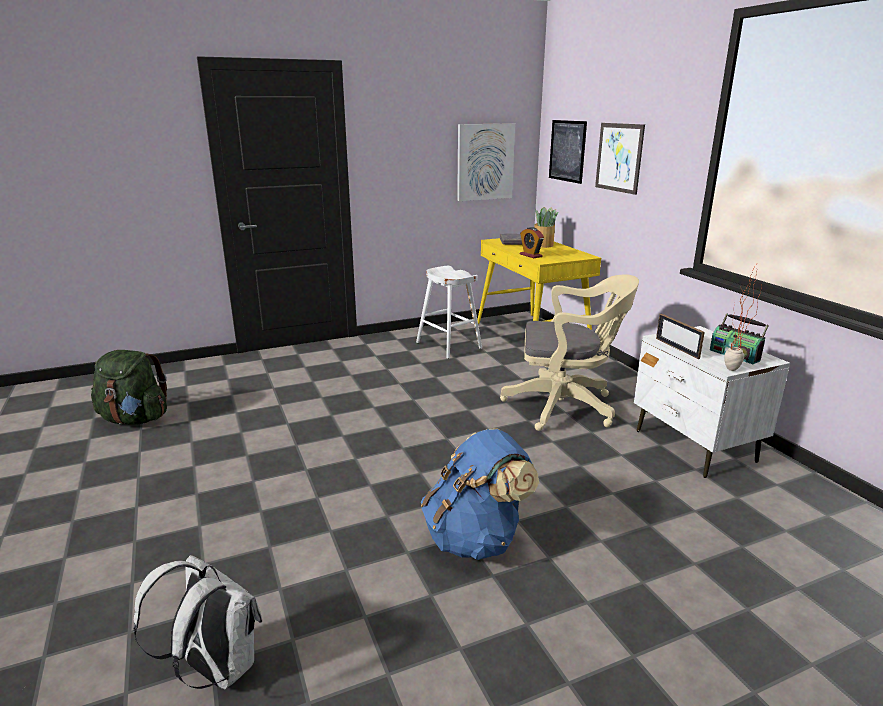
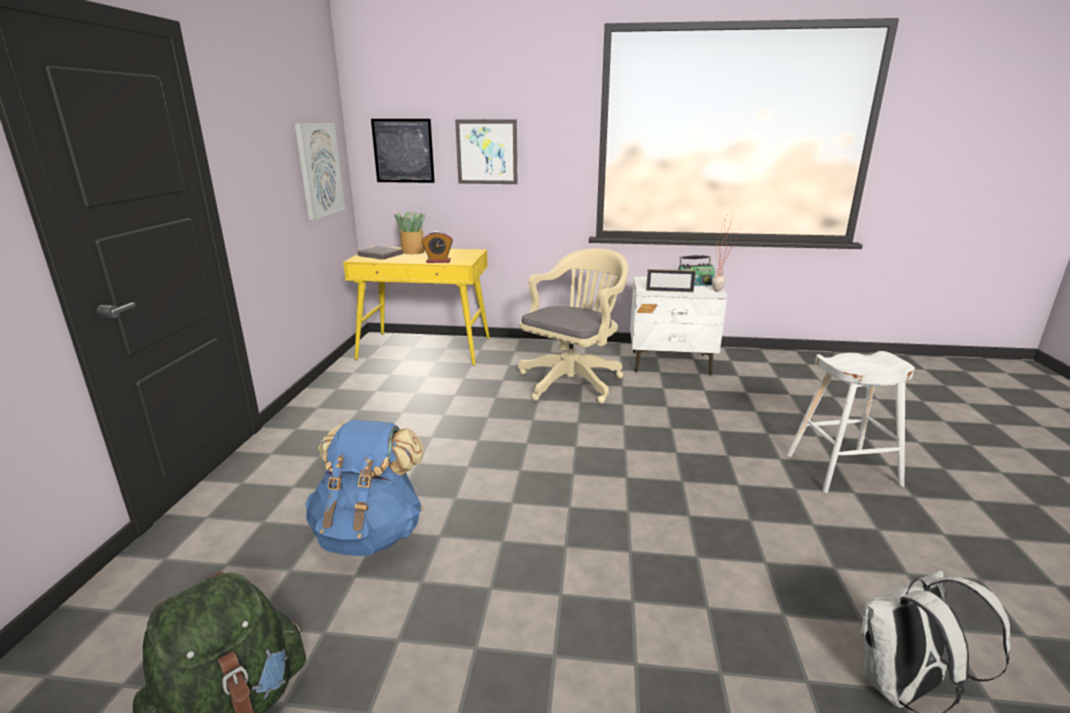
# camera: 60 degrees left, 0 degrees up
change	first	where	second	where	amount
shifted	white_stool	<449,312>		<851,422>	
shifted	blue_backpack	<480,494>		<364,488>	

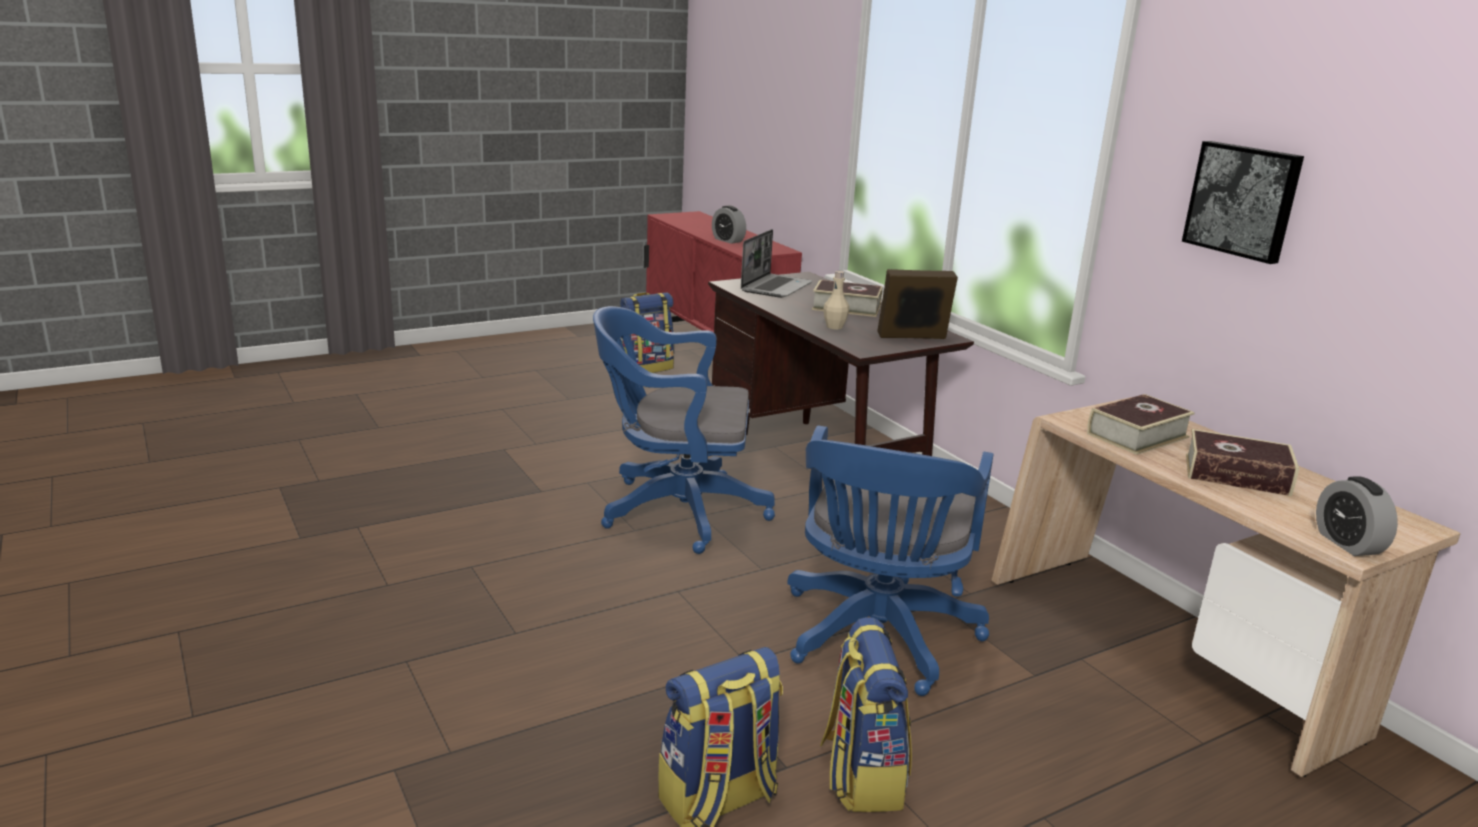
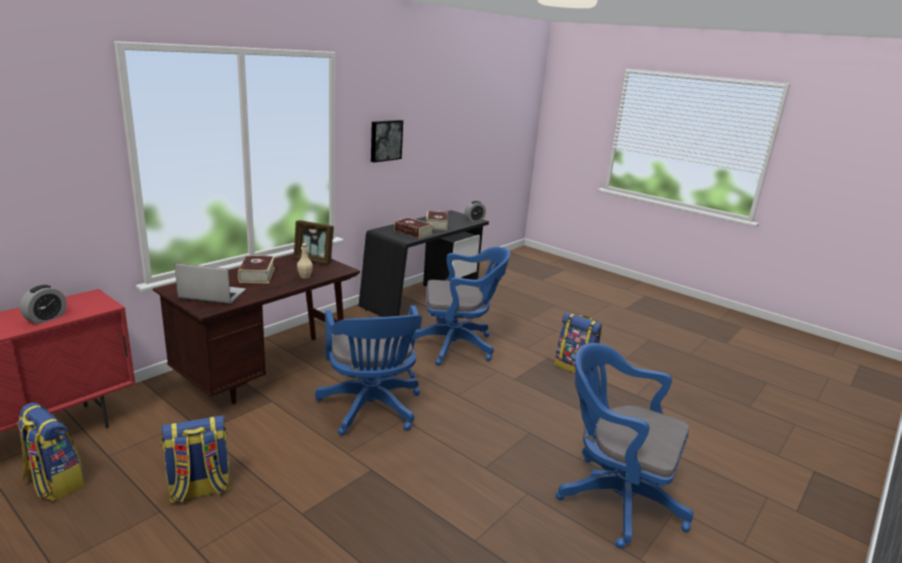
# camera: 110 degrees left, 0 degrees up
change	first	where	second	where	amount
new			blue_office_chair	<624,446>	
shifted	backpack	<866,714>		<196,459>	
repainted	beige_desk	<1226,587>	black_desk	<423,263>	
rotated	picture_frame	<917,304>		<313,242>	45 degrees counterclockwise

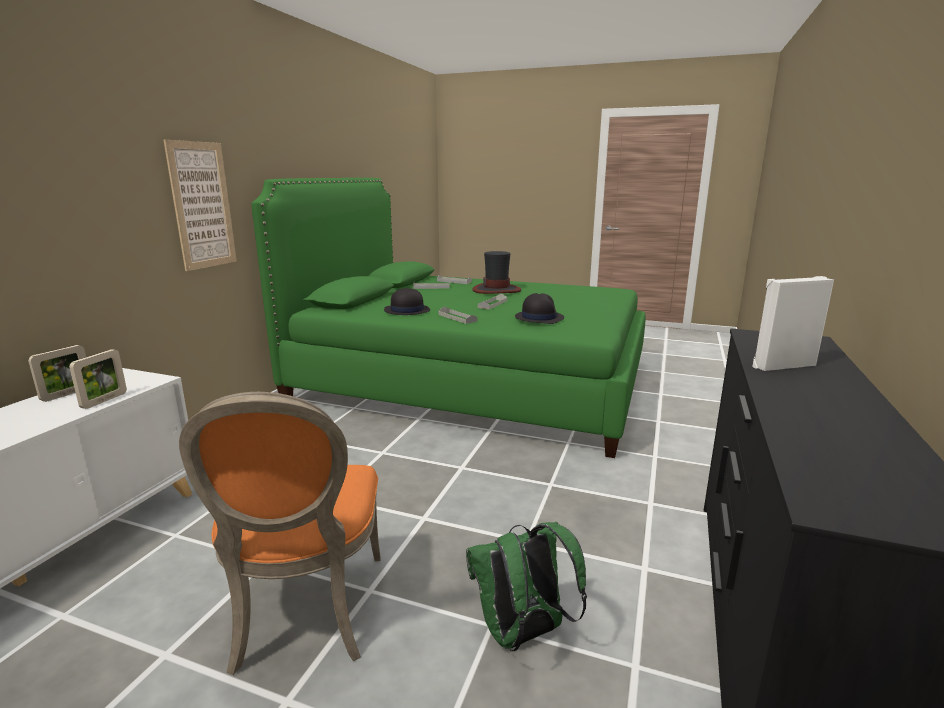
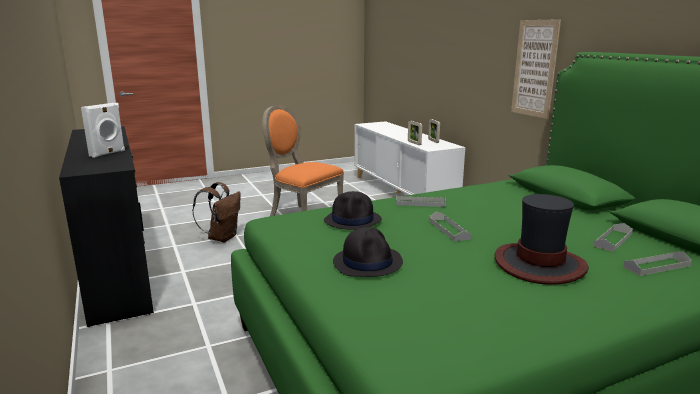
# camera: 135 degrees right, 0 degrees up
change	first	where	second	where	amount
shifted	black_hat	<407,301>		<368,252>	
repainted	green_backpack	<526,586>	brown_backpack	<216,212>	

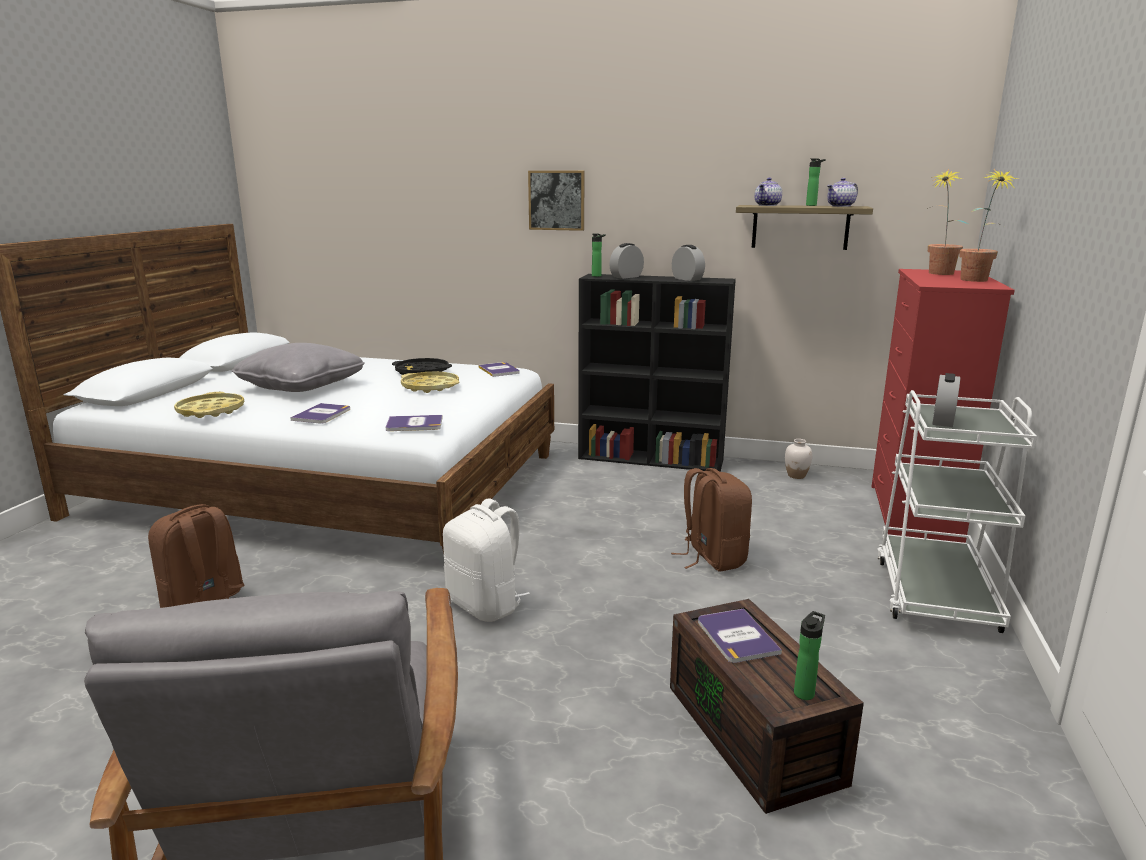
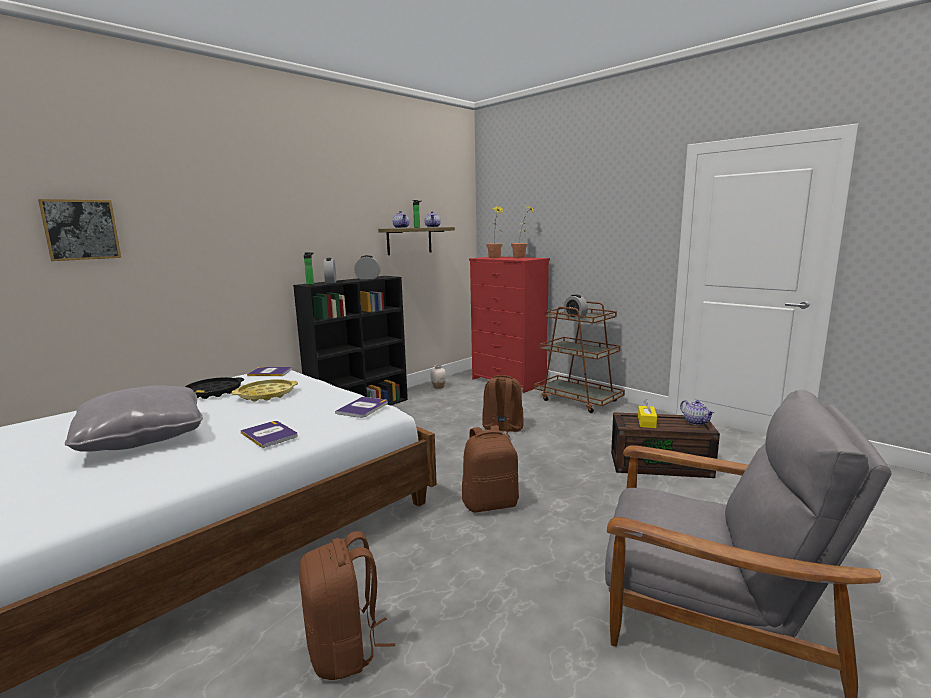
# camera: 60 degrees left, 5 degrees down
change	first	where	second	where	amount
gone	yellow_tray	<209,405>			
shifted	picture	<556,201>		<79,230>	
swapped	book	<740,635>	yellow_tissue_box	<647,413>	
swapped	bottle	<809,655>	teapot	<697,412>	
repainted	white_backpack	<486,560>	brown_backpack	<490,469>	
repainted	white_cart	<957,511>	brown_cart	<579,357>	

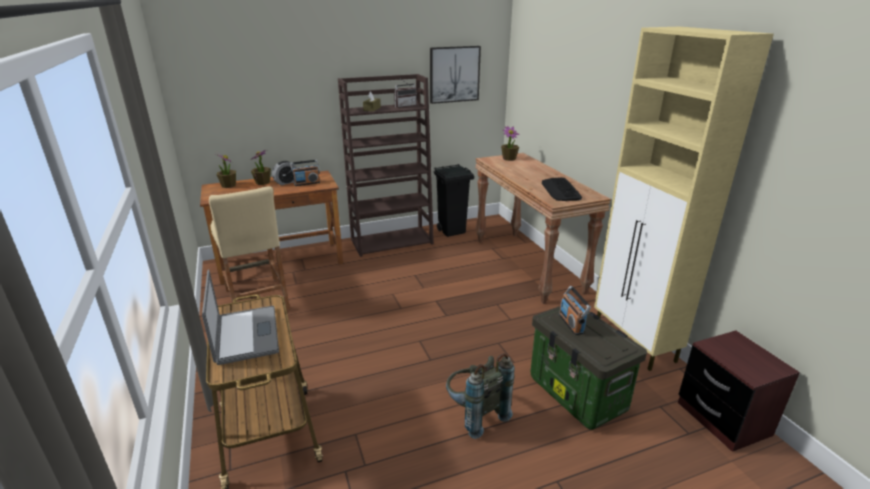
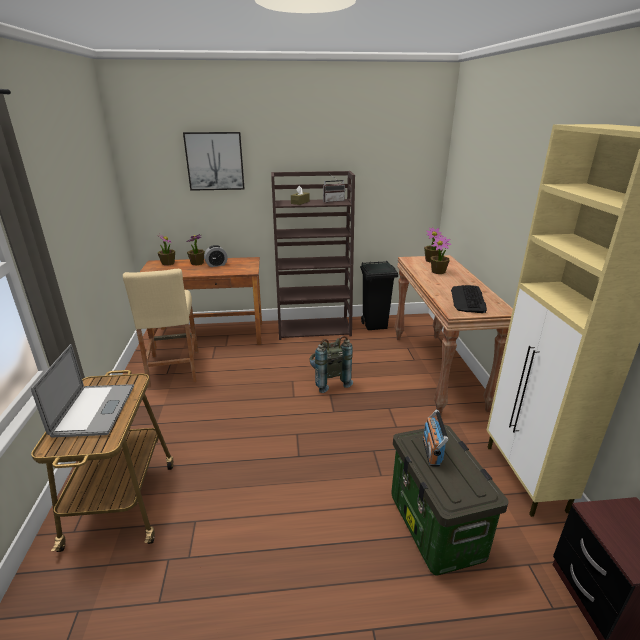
# camera: 15 degrees right, 0 degrees up
change	first	where	second	where	amount
gone	radio	<305,173>			
new			potted_plant	<441,255>	
shifted	picture	<455,75>		<214,161>	
shifted	grey_backpack	<480,396>		<331,364>	

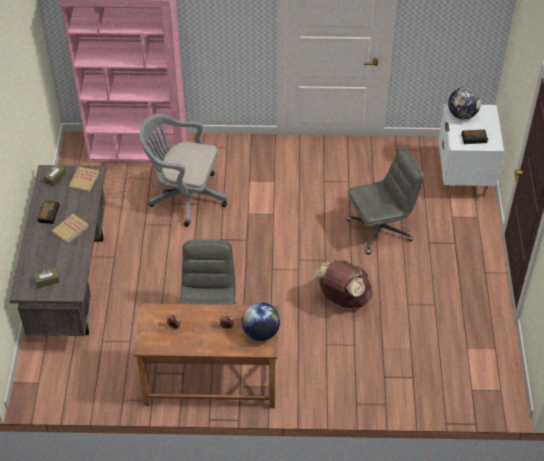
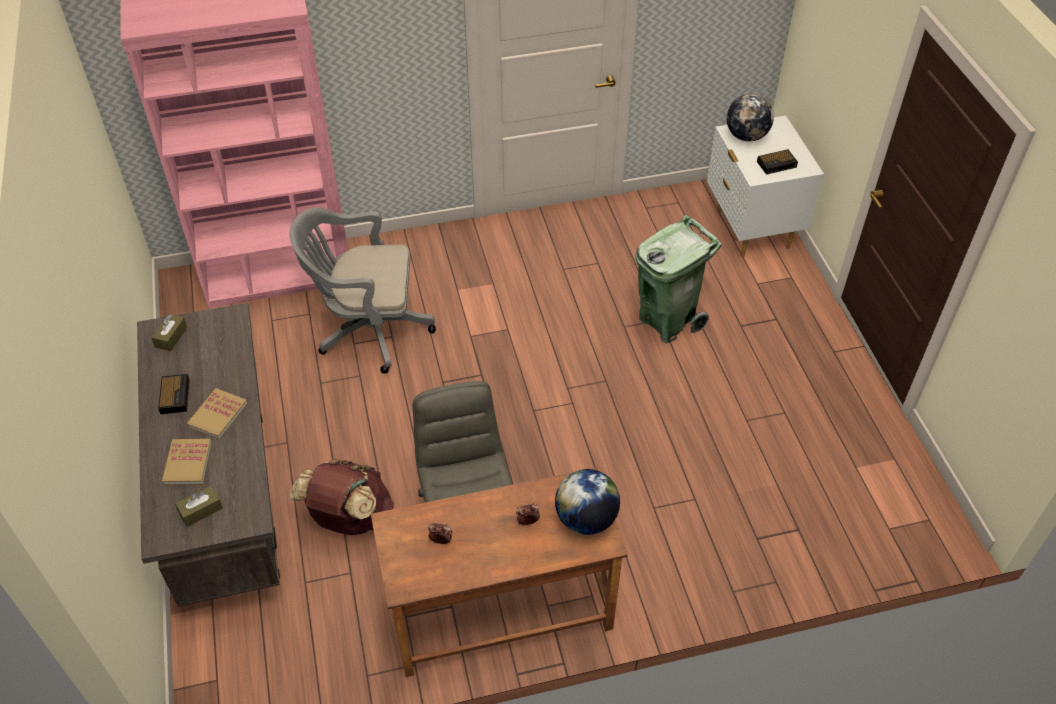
# camera: 15 degrees left, 0 degrees up
change	first	where	second	where	amount
shifted	book	<84,180>		<187,462>	
shifted	brown_backpack	<343,283>		<342,497>	
swapped	grey_office_chair	<385,201>	green_trash_can	<678,279>	

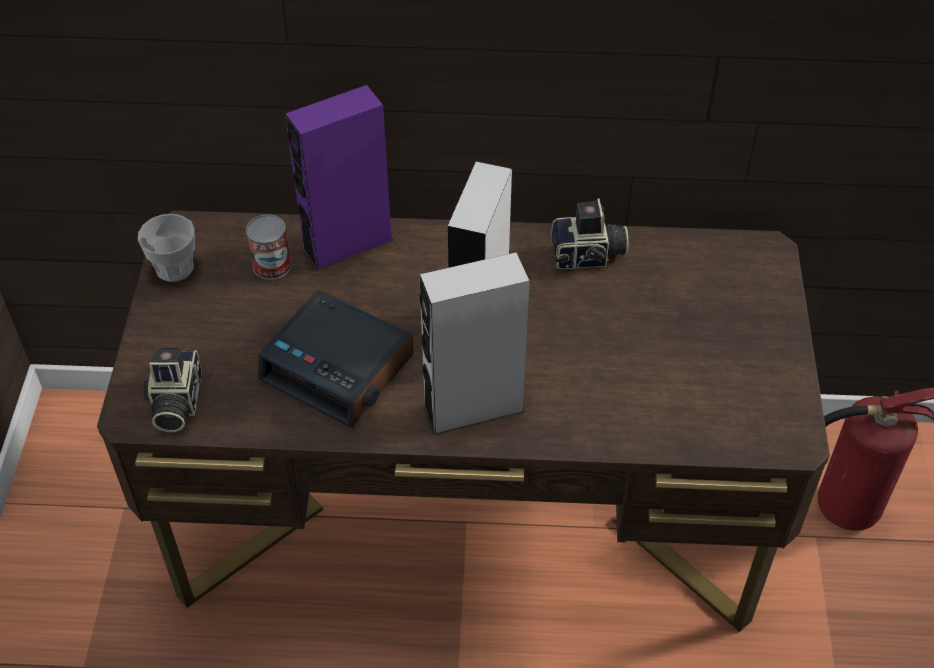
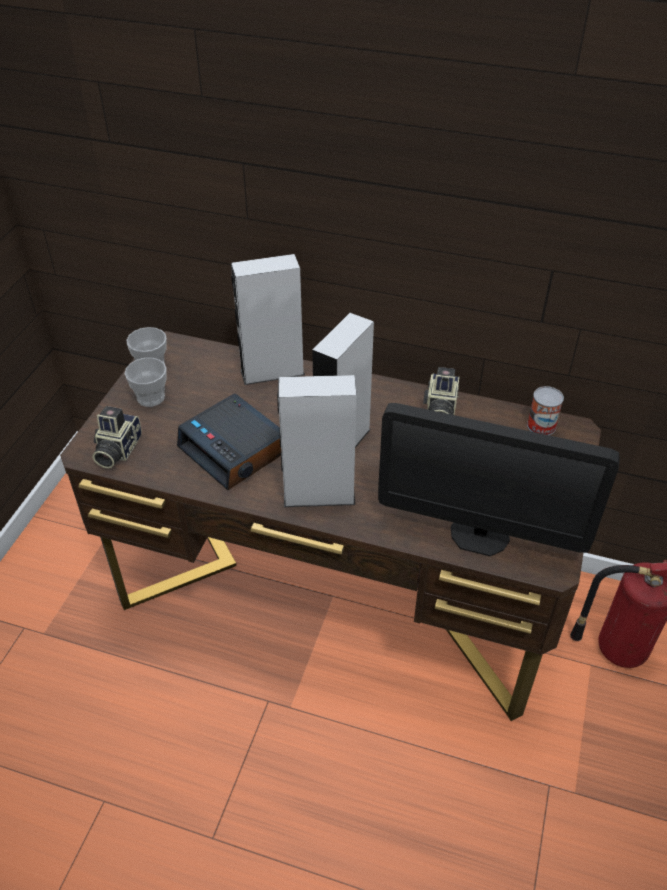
# camera: 15 degrees right, 5 degrees down
change	first	where	second	where	amount
new			cup	<145,382>	
new			monitor	<499,479>	
shifted	can	<268,247>		<545,410>	
repainted	purple_speaker	<339,178>	grey_speaker	<268,319>	
rotated	photo_camera	<590,233>		<441,391>	90 degrees clockwise

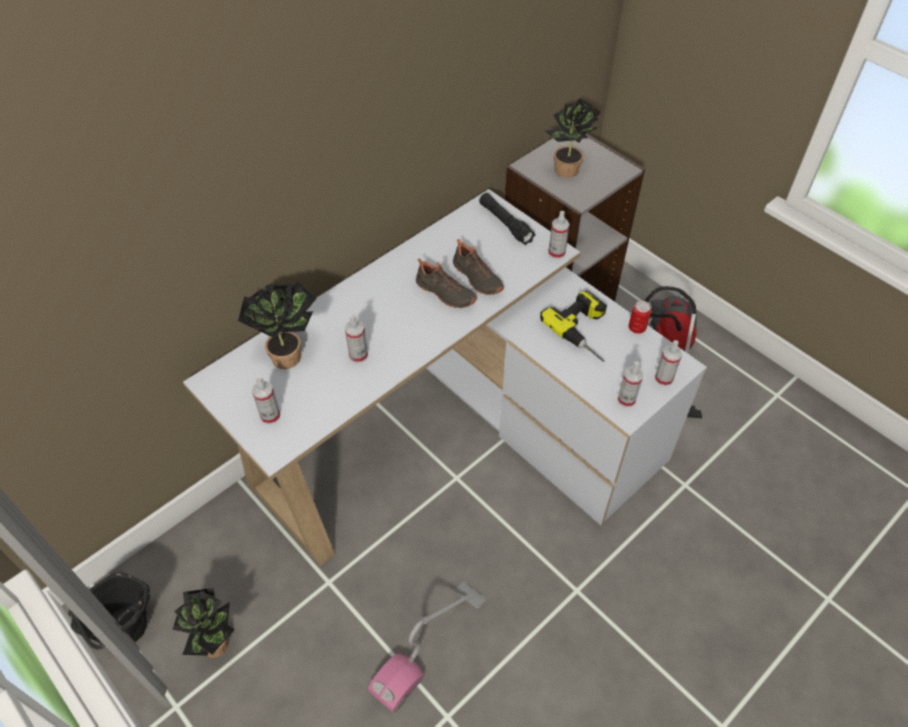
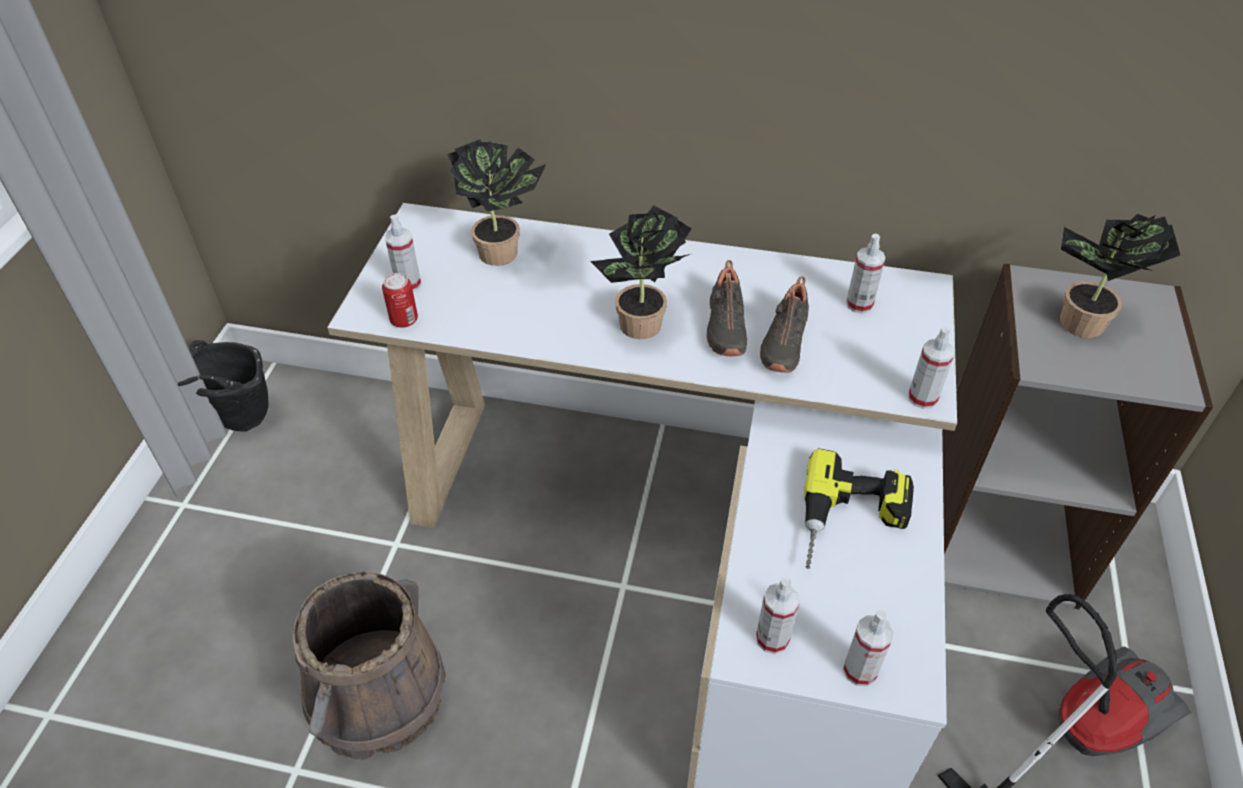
# camera: 55 degrees right, 5 degrees down
change	first	where	second	where	amount
gone	black_flashlight	<507,219>			
shifted	potted_plant	<204,623>		<641,272>	
shifted	spray_bottle	<356,338>		<866,274>	
shifted	can	<640,317>		<400,300>	
swapped	vacuum_cleaner	<427,647>	brown_bucket	<369,665>	

